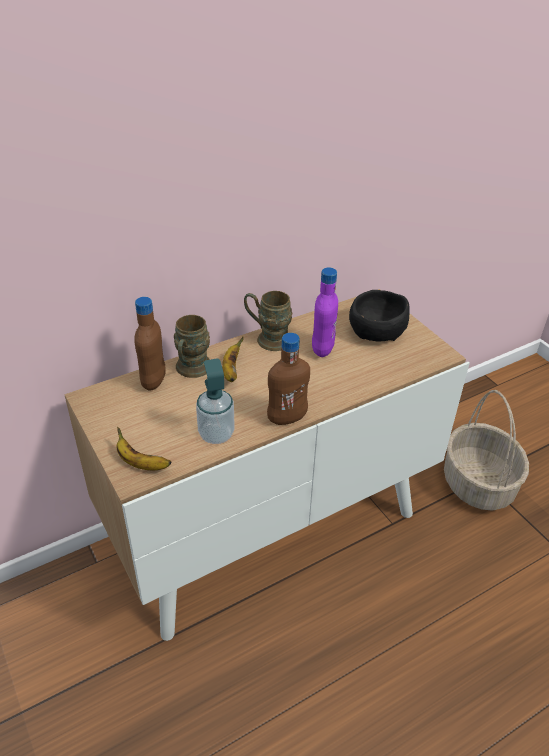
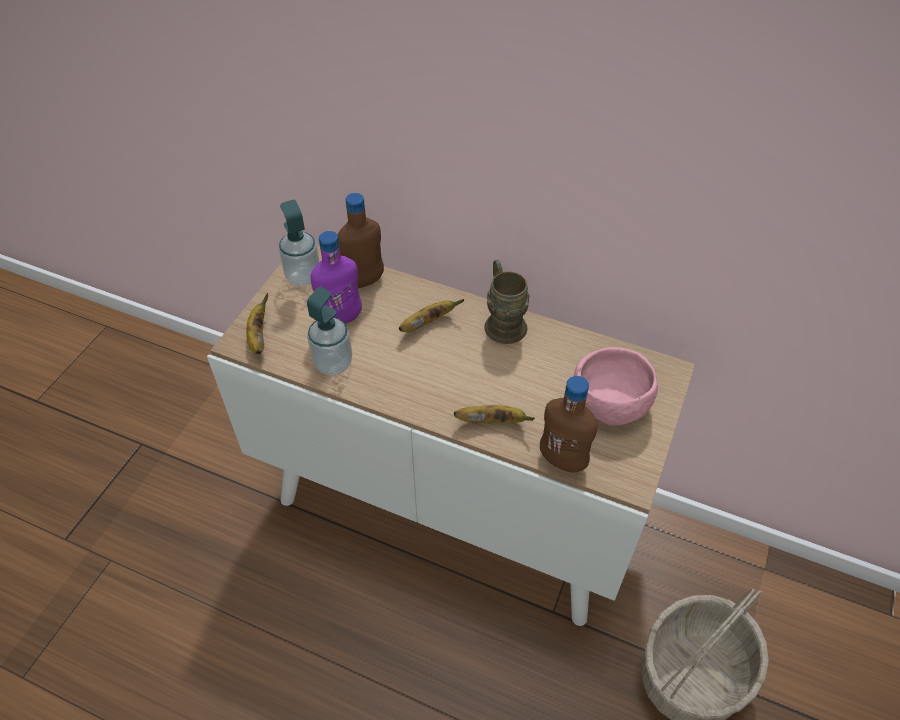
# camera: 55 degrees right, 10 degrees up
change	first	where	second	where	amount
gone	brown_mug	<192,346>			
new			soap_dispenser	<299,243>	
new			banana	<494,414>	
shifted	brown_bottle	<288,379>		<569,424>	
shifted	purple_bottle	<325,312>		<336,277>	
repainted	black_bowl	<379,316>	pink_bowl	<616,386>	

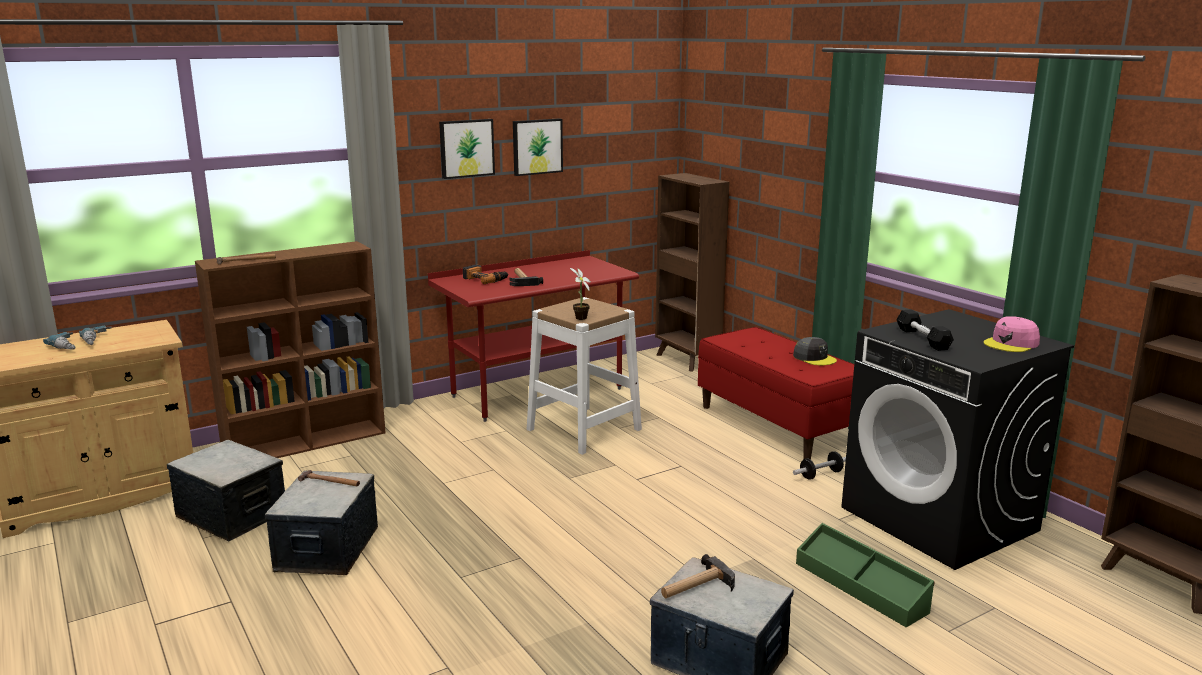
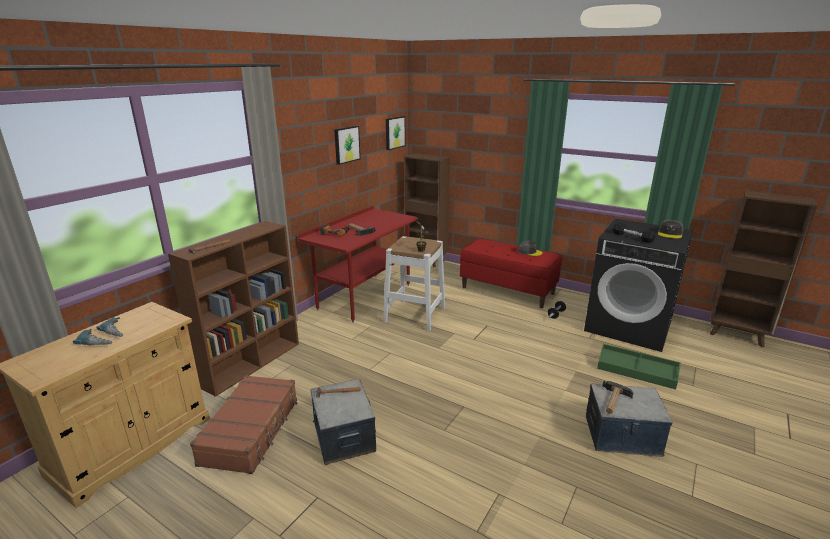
# camera: 25 degrees left, 5 degrees up
change	first	where	second	where	amount
shifted	picture	<467,149>		<396,133>	
swapped	storage_box	<226,491>	brown_suitcase	<243,424>	
repainted	pink_cap	<1012,334>	grey_cap	<671,229>	

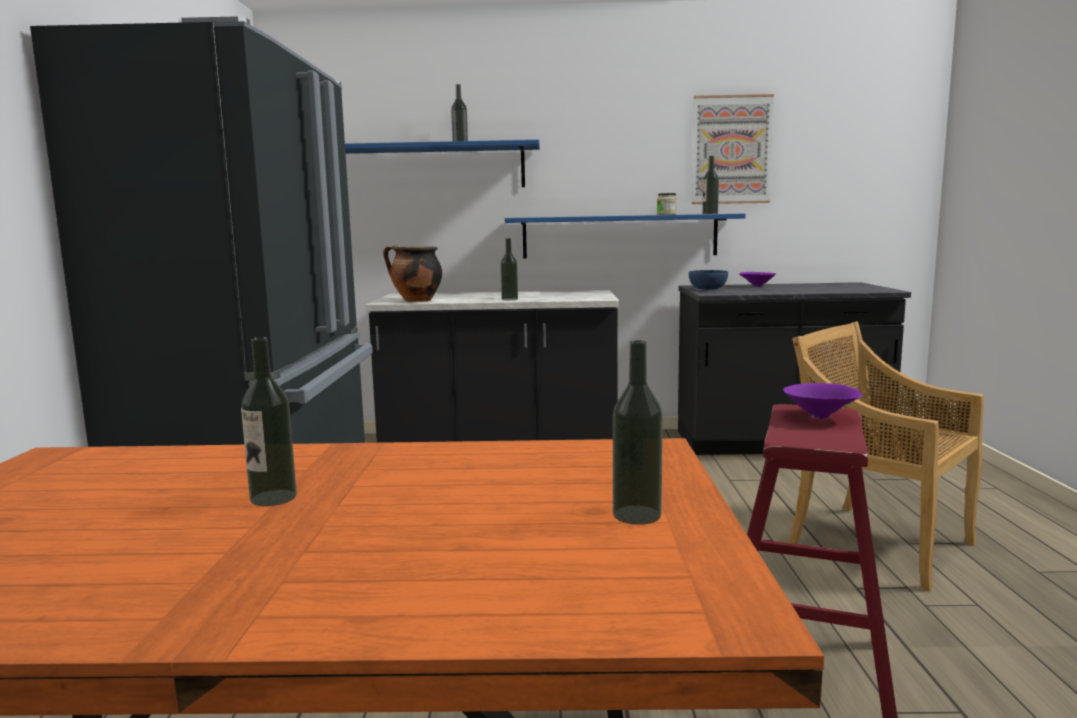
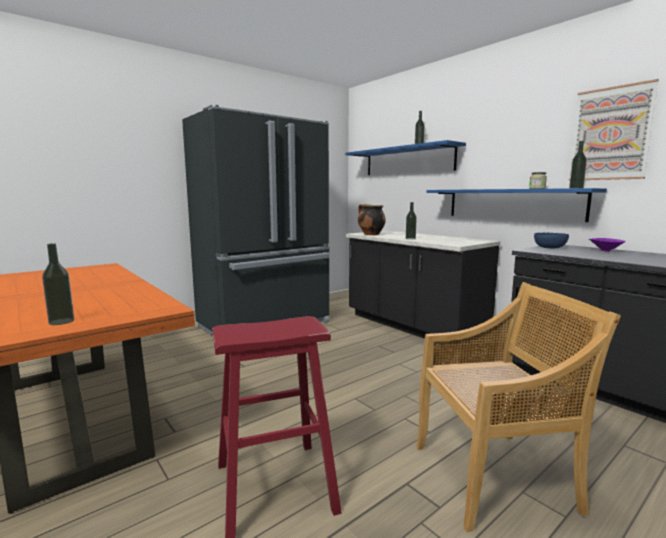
# camera: 50 degrees right, 0 degrees up
change	first	where	second	where	amount
gone	bottle	<269,421>			
gone	purple_bowl	<822,401>			
rotated	beige_chair	<886,456>		<518,407>	75 degrees clockwise

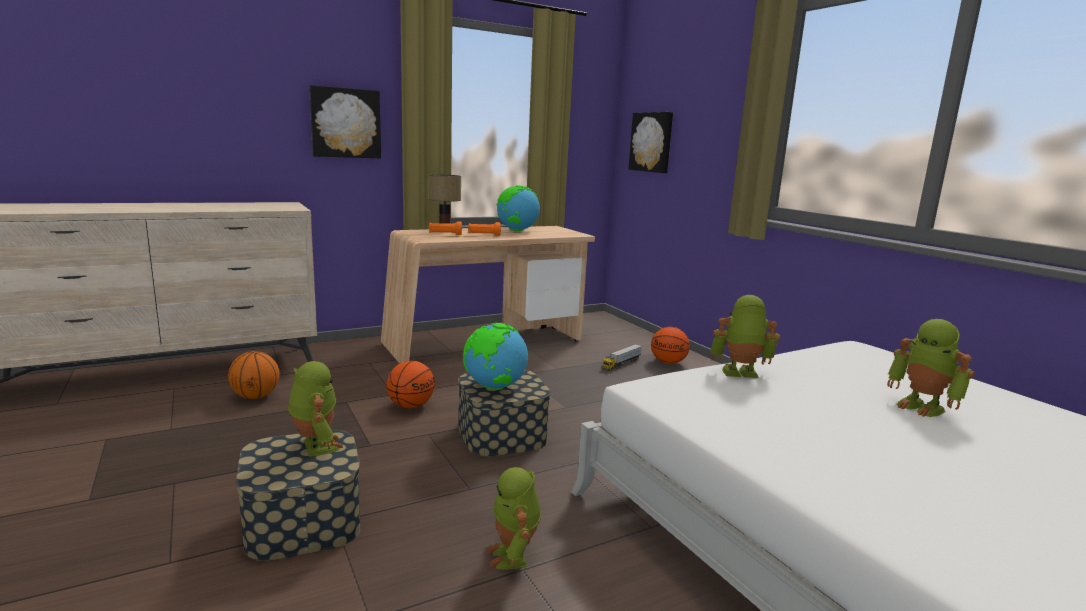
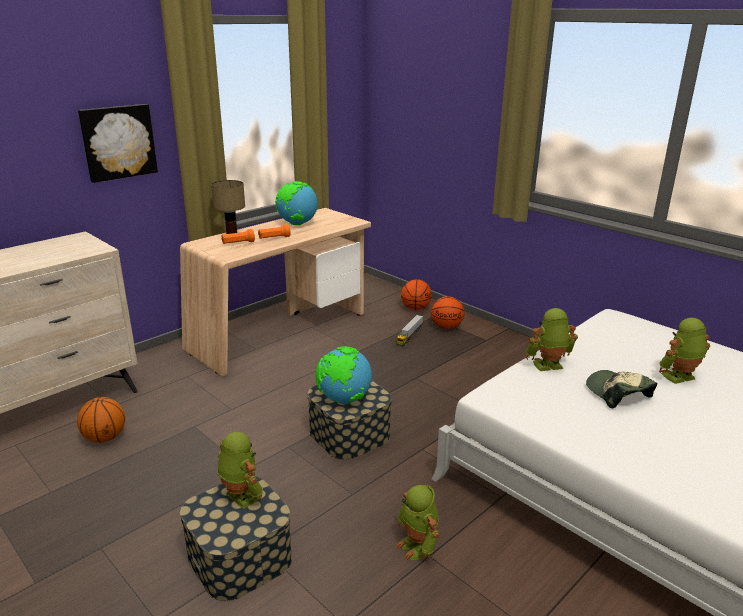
# camera: 15 degrees left, 10 degrees up
change	first	where	second	where	amount
gone	picture	<650,142>			
new			cap	<621,389>	
shifted	basketball	<410,384>		<416,294>	
rotated	toy_robot	<931,368>		<684,351>	120 degrees clockwise

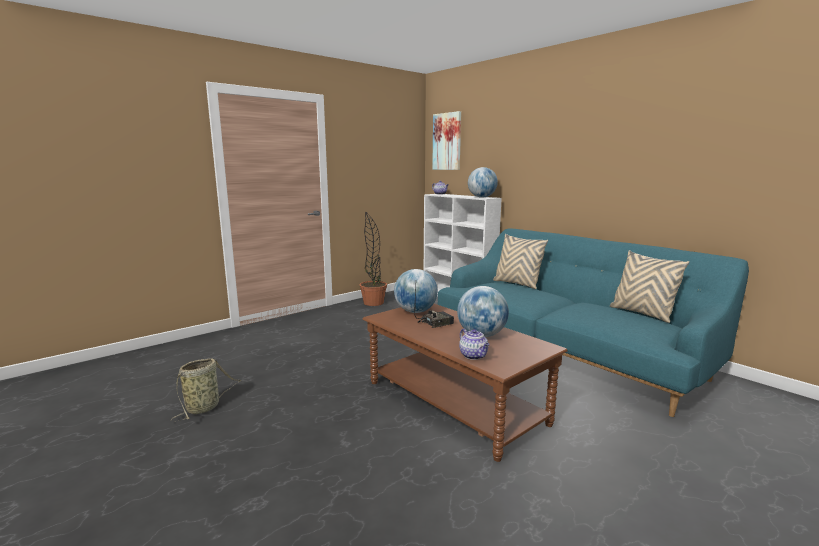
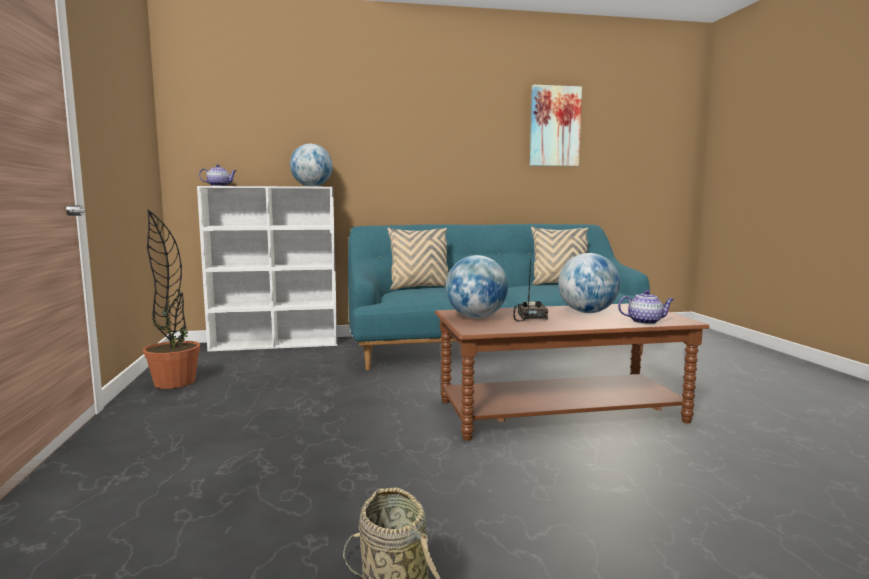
# camera: 60 degrees left, 5 degrees down
change	first	where	second	where	amount
shifted	picture	<446,140>		<556,125>	

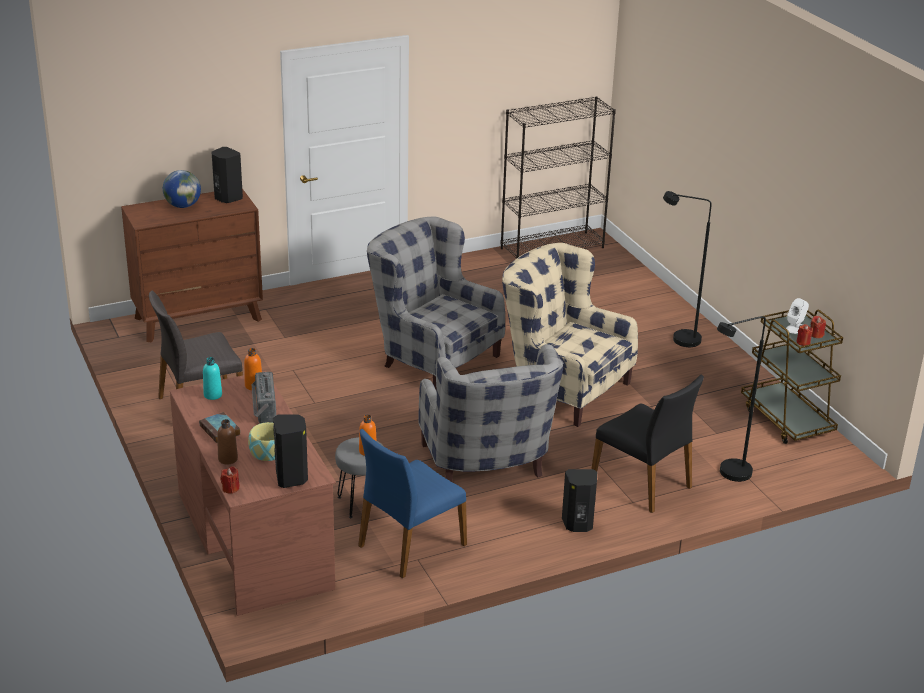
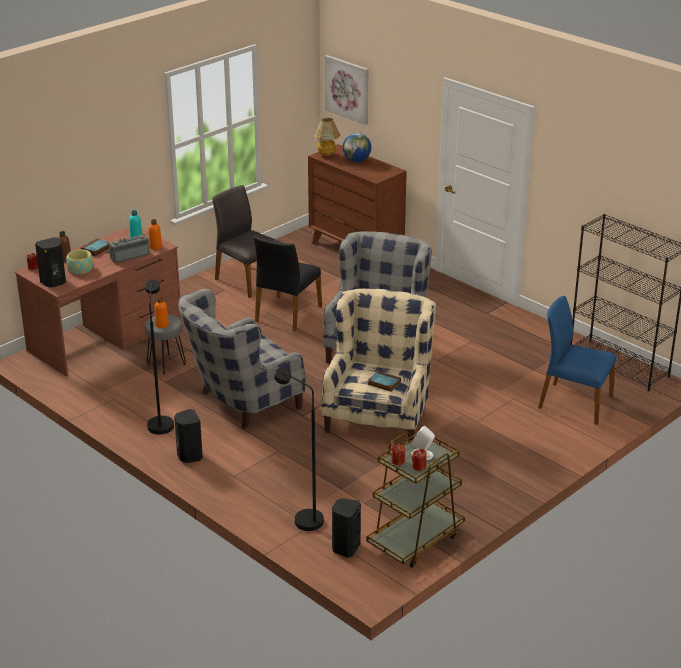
# camera: 70 degrees right, 0 degrees up
change	first	where	second	where	amount
new			table_lamp	<327,137>	
new			picture	<346,90>	
new			book	<384,381>	
shifted	black_speaker	<227,175>		<346,528>	
shifted	blue_chair	<412,503>		<577,360>	
shifted	black_chair	<647,444>		<288,283>	
shifted	black_floor_lamp	<687,269>		<159,356>	

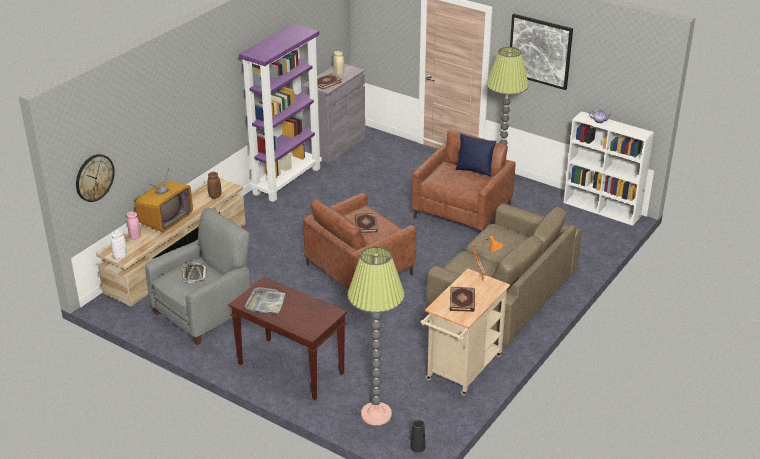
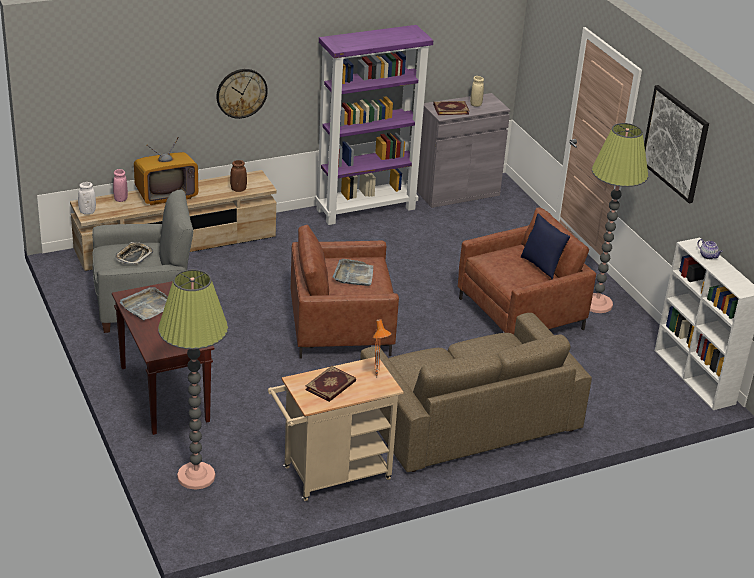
# camera: 30 degrees right, 0 degrees up
change	first	where	second	where	amount
gone	black_vase	<417,436>			
shifted	wall_clock	<95,178>		<242,94>	
swapped	book	<366,223>	grey_tray	<353,272>	

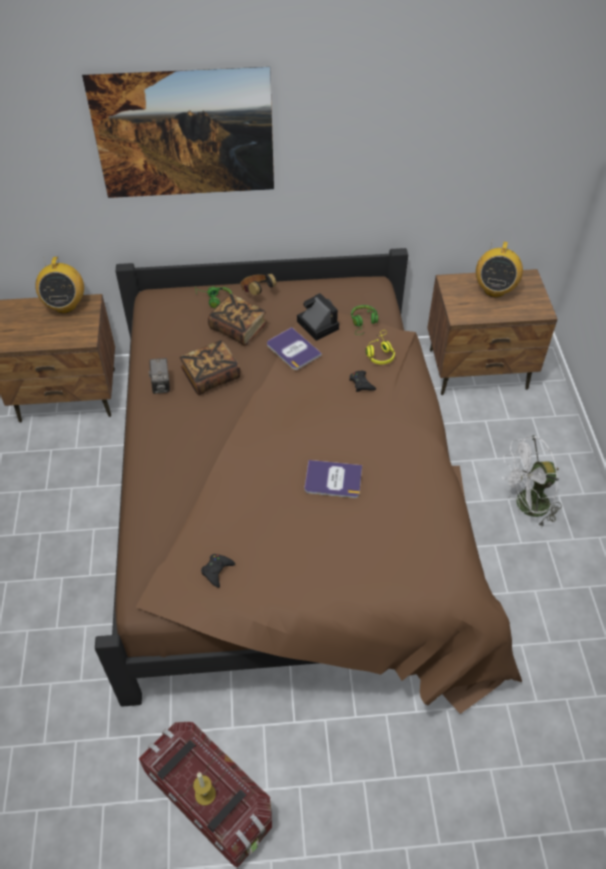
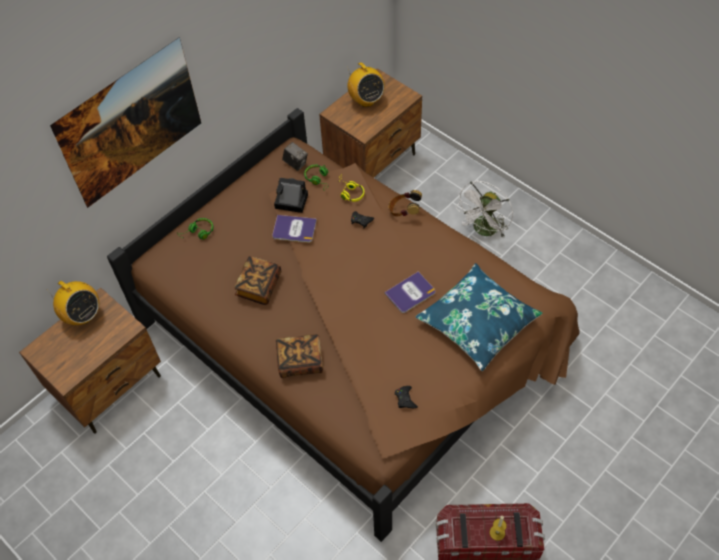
# camera: 40 degrees left, 5 degrees up
change	first	where	second	where	amount
new			blue_pillow	<479,317>	
shifted	photo_camera	<159,376>		<295,156>	
shifted	book	<238,320>		<299,356>	
shifted	headphones	<258,284>		<405,203>	

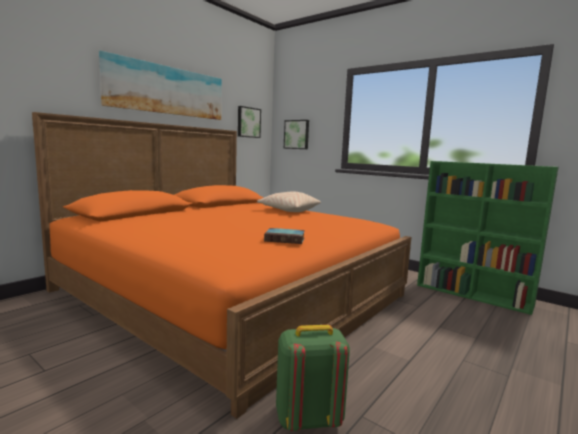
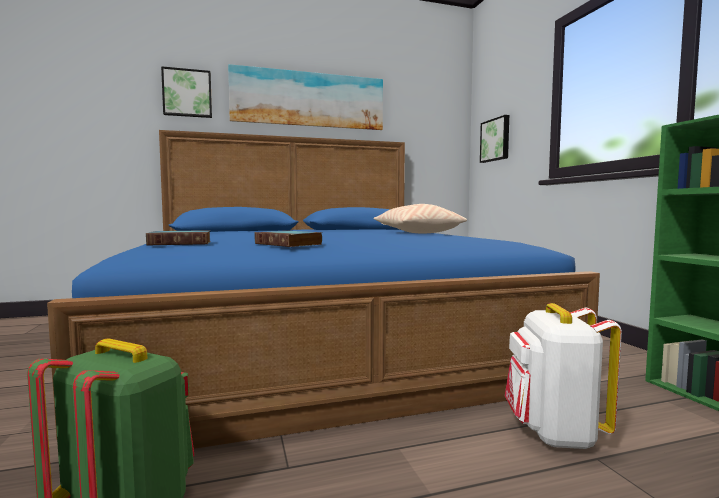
# camera: 35 degrees right, 5 degrees down
change	first	where	second	where	amount
new			book	<178,237>	
new			white_backpack	<563,376>	
shifted	picture	<249,122>		<186,92>	
repainted	orange_bed	<221,265>	blue_bed	<323,289>	

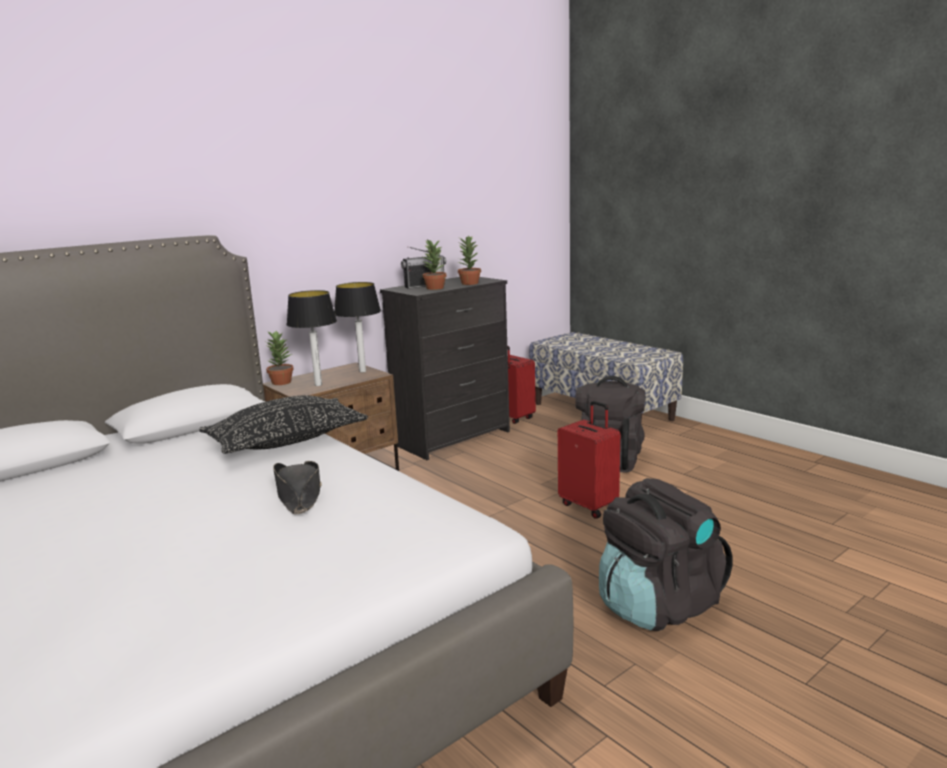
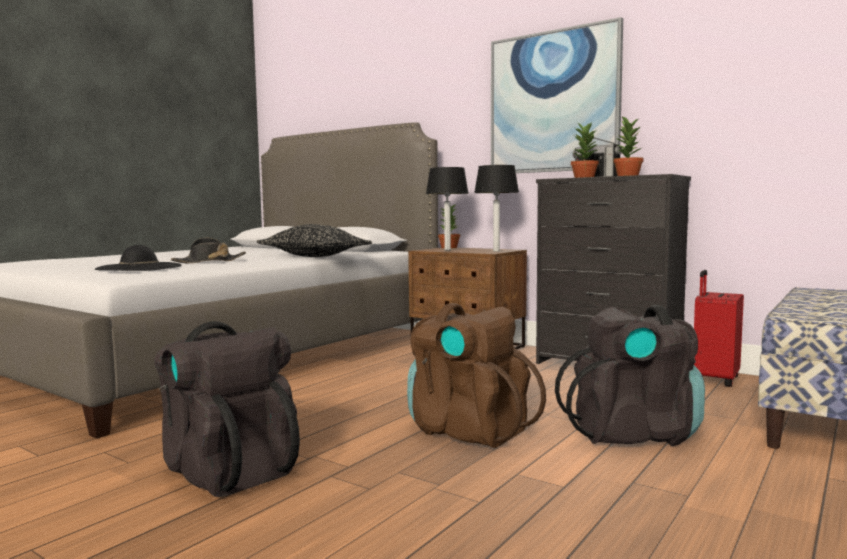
# camera: 75 degrees right, 10 degrees down
change	first	where	second	where	amount
new			black_hat	<138,258>	
new			picture	<557,95>	
swapped	red_suitcase	<589,460>	brown_backpack	<476,375>	

